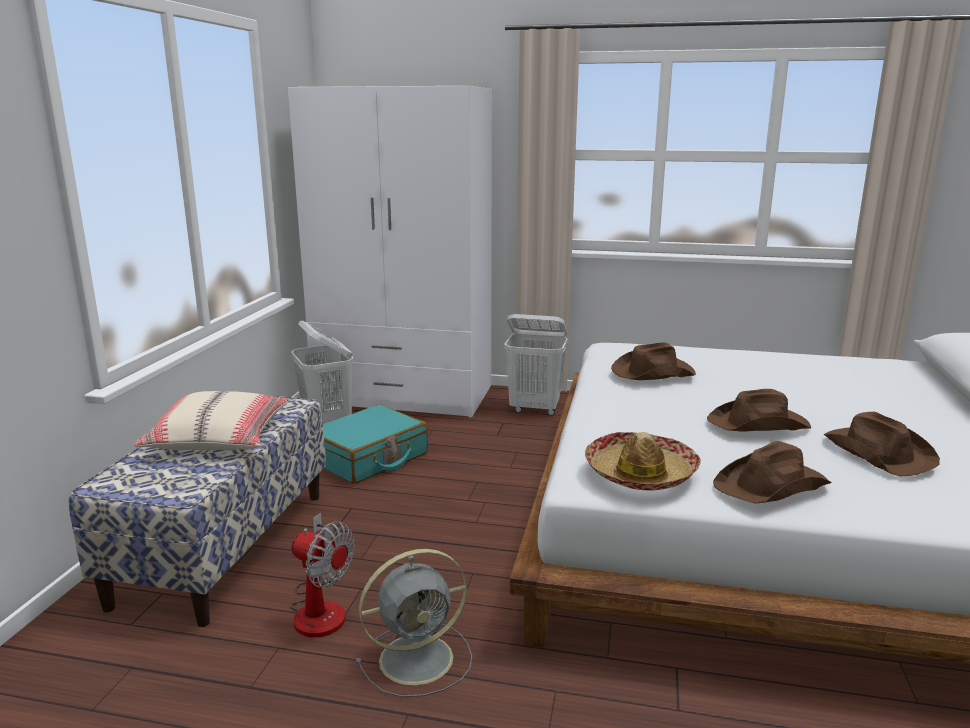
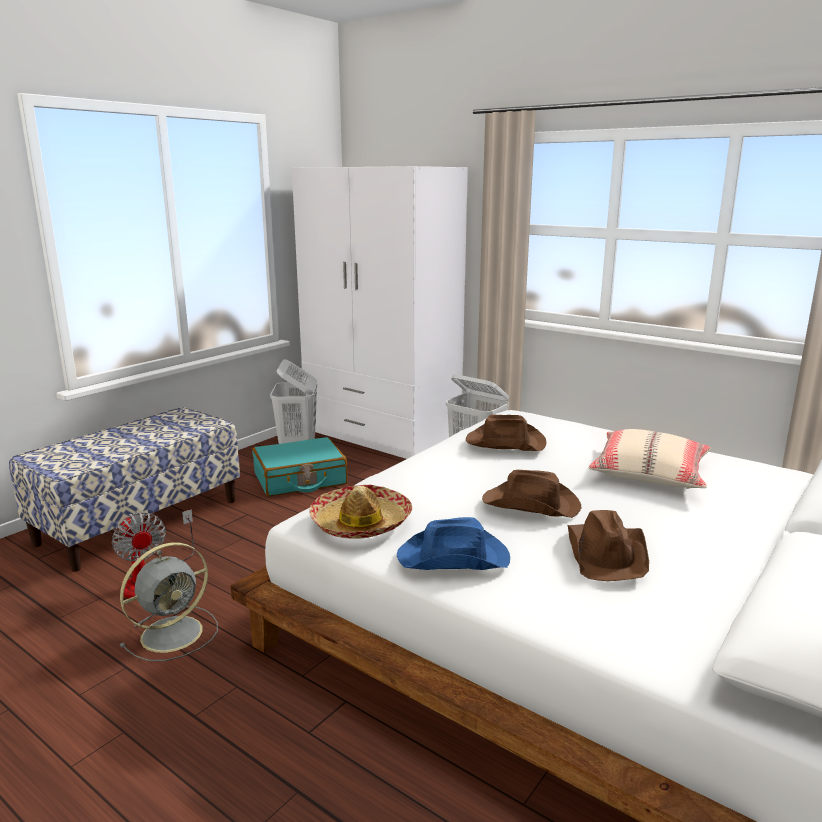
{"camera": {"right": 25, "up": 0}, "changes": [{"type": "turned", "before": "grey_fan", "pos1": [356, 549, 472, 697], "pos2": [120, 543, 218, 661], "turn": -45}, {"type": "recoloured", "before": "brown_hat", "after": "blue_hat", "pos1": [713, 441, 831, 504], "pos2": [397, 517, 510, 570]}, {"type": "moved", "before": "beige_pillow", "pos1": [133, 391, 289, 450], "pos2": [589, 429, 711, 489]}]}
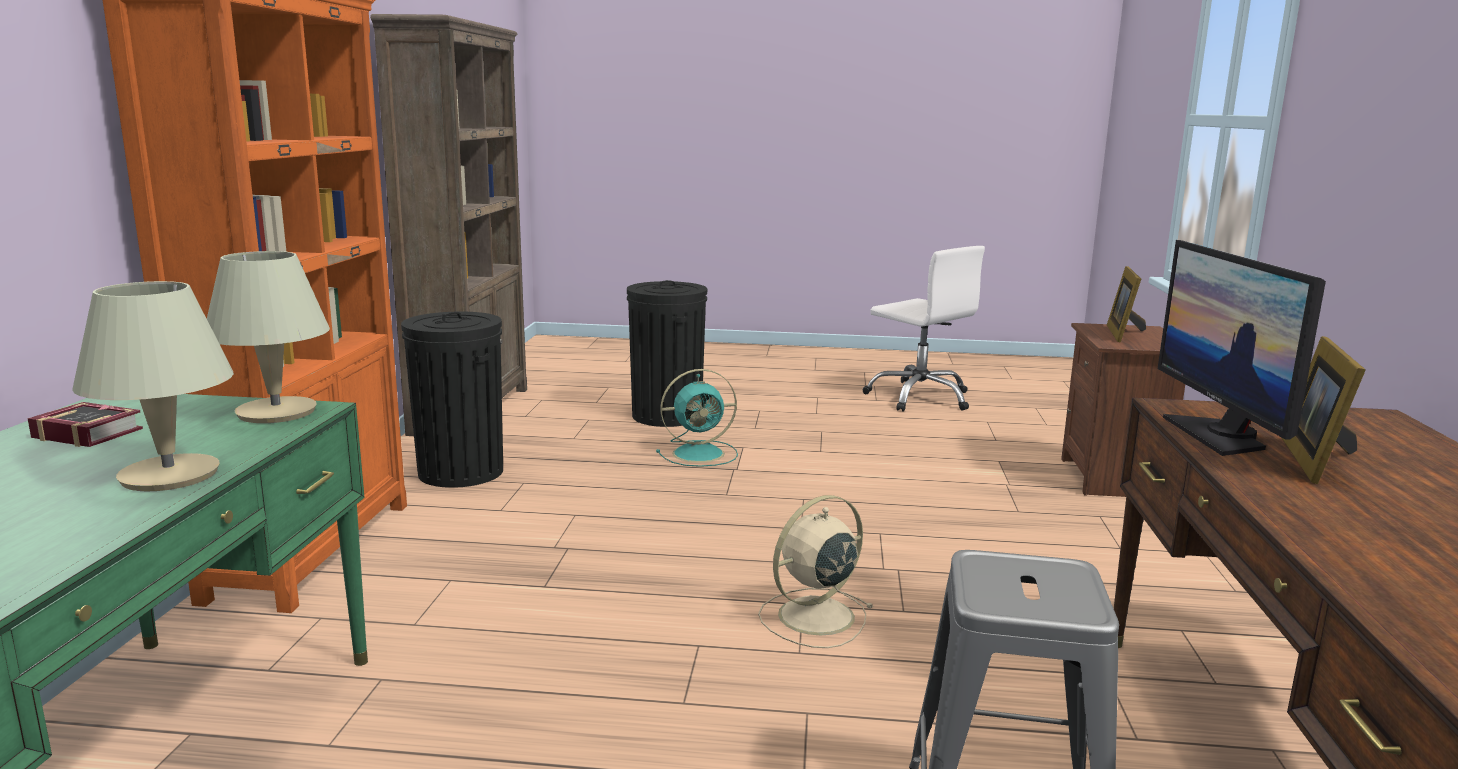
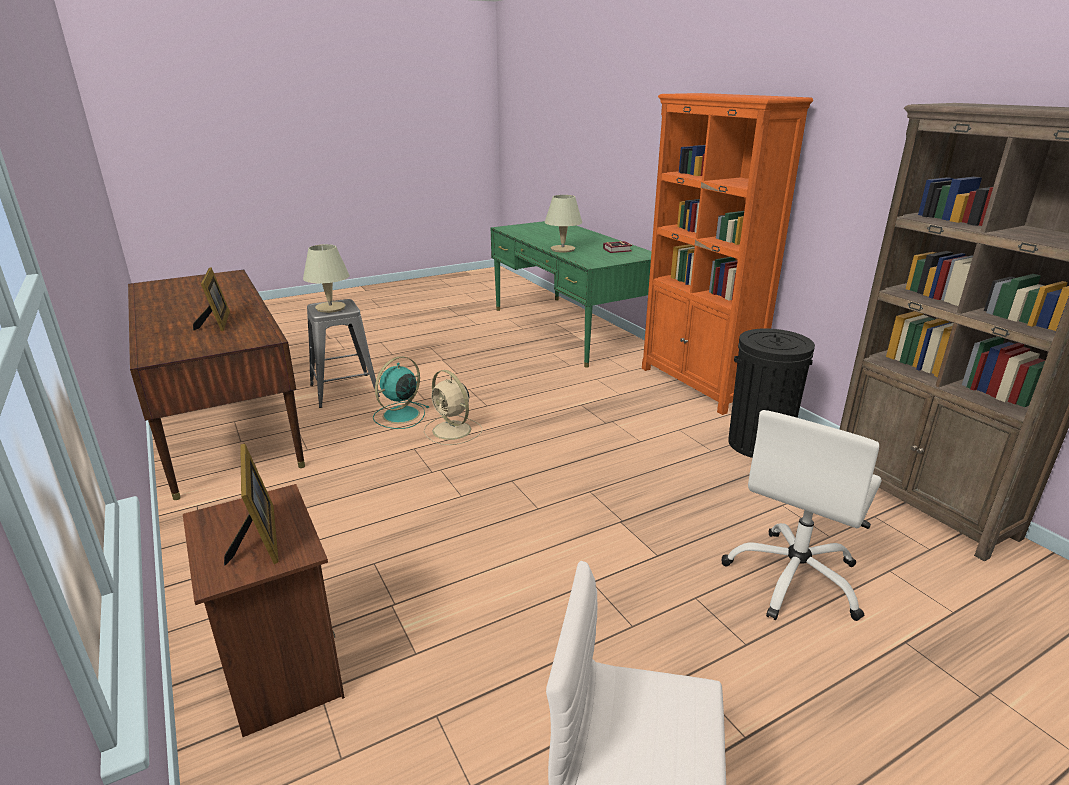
{"camera": {"right": 145, "up": 10}, "changes": [{"type": "moved", "before": "beige_table_lamp", "pos1": [207, 251, 330, 423], "pos2": [303, 244, 350, 313]}, {"type": "moved", "before": "turquoise_fan", "pos1": [656, 369, 738, 467], "pos2": [373, 356, 429, 429]}, {"type": "turned", "before": "beige_fan", "pos1": [758, 495, 874, 648], "pos2": [424, 370, 482, 445], "turn": 120}, {"type": "replaced", "before": "black_trash_can", "after": "white_office_chair", "pos1": [627, 280, 707, 427], "pos2": [721, 410, 882, 621]}, {"type": "removed", "before": "monitor", "pos1": [1158, 240, 1326, 456]}]}
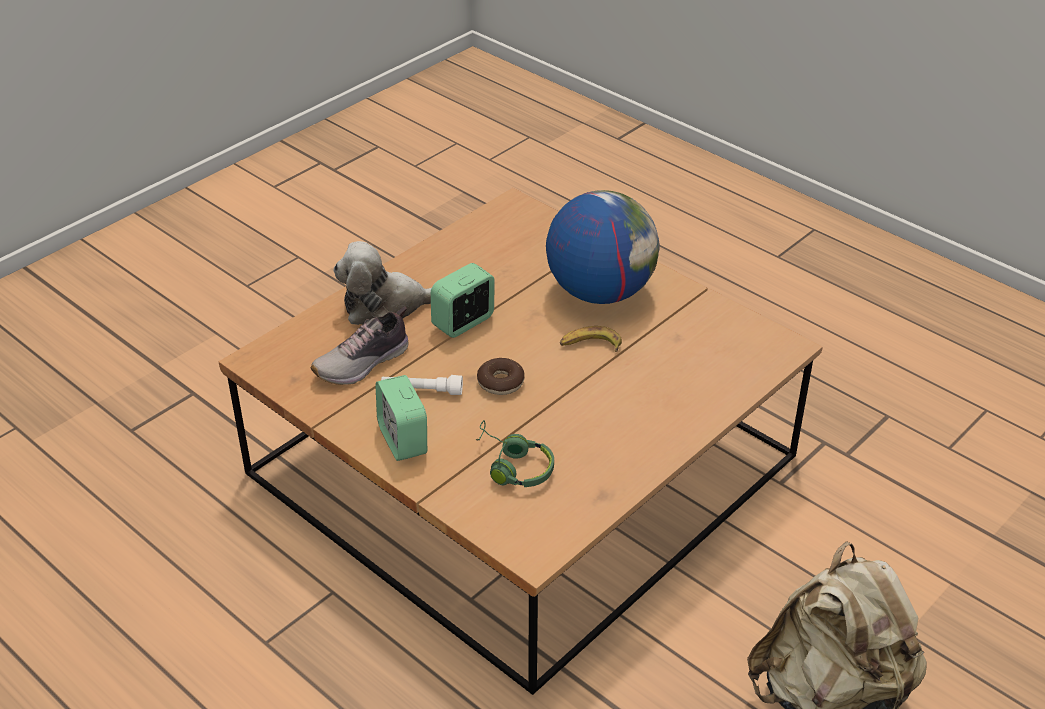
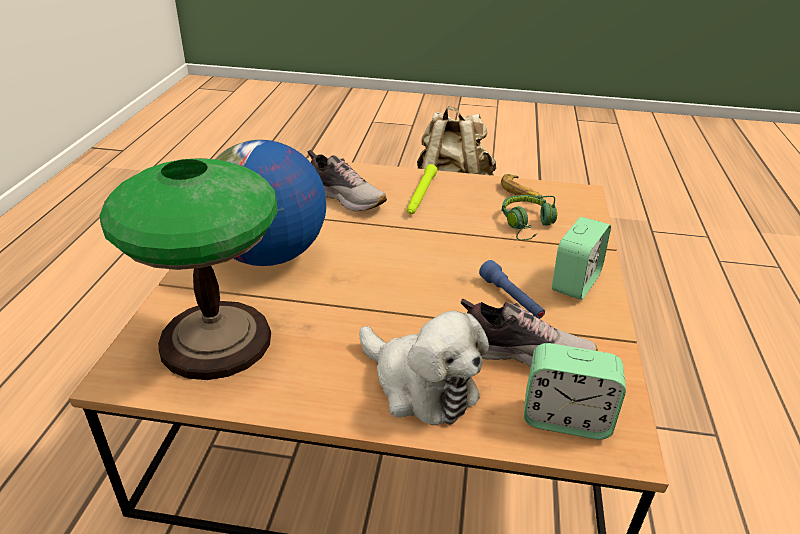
{"camera": {"right": -125, "up": -5}, "changes": [{"type": "added", "after": "table_lamp", "pos2": [100, 158, 278, 380]}, {"type": "added", "after": "shoe", "pos2": [308, 150, 387, 211]}, {"type": "added", "after": "green_flashlight", "pos2": [407, 164, 437, 214]}, {"type": "recoloured", "before": "white_flashlight", "after": "blue_flashlight", "pos1": [381, 375, 463, 395], "pos2": [479, 260, 545, 319]}, {"type": "moved", "before": "banana", "pos1": [560, 326, 622, 352], "pos2": [501, 174, 543, 199]}, {"type": "moved", "before": "alarm_clock", "pos1": [431, 263, 495, 338], "pos2": [524, 343, 626, 440]}, {"type": "removed", "before": "donut", "pos1": [477, 358, 525, 395]}]}
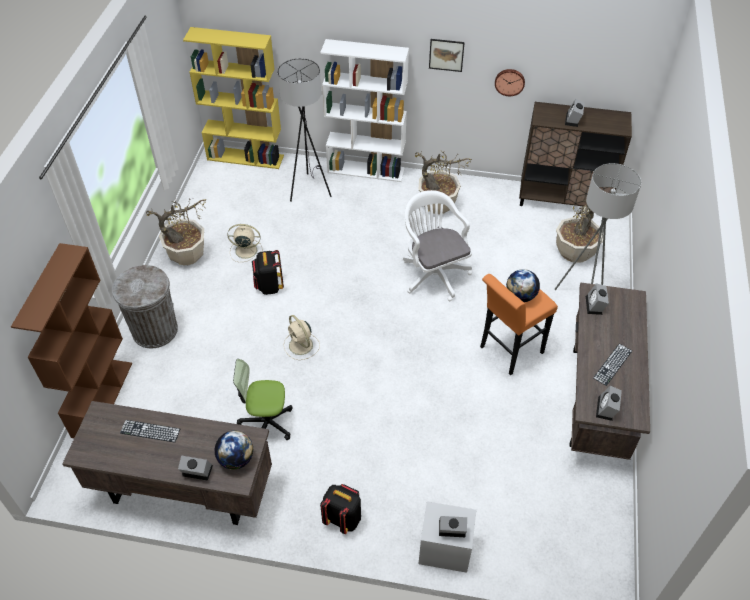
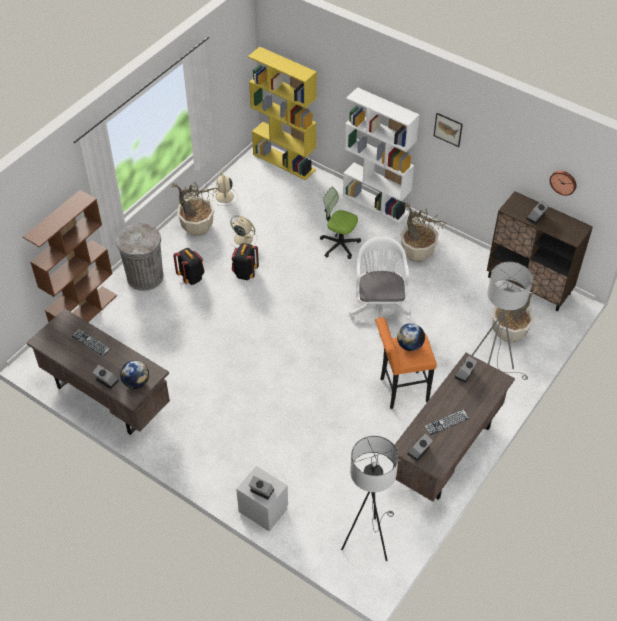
{"camera": {"right": 25, "up": 0}, "changes": [{"type": "moved", "before": "black_backpack", "pos1": [320, 484, 361, 534], "pos2": [173, 248, 205, 285]}, {"type": "moved", "before": "beige_fan", "pos1": [283, 315, 320, 360], "pos2": [212, 171, 238, 206]}, {"type": "moved", "before": "office_chair", "pos1": [233, 359, 293, 440], "pos2": [320, 187, 361, 259]}, {"type": "moved", "before": "grey_floor_lamp", "pos1": [278, 58, 332, 202], "pos2": [341, 436, 399, 561]}, {"type": "moved", "before": "wall_clock", "pos1": [495, 69, 525, 96], "pos2": [549, 171, 577, 196]}]}
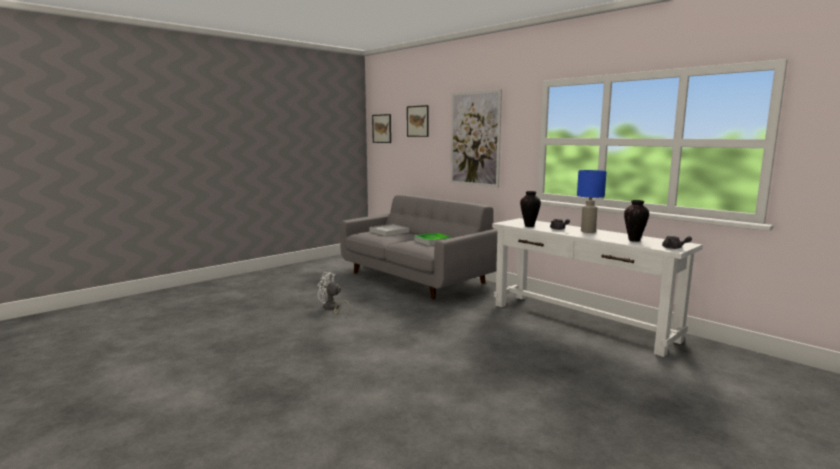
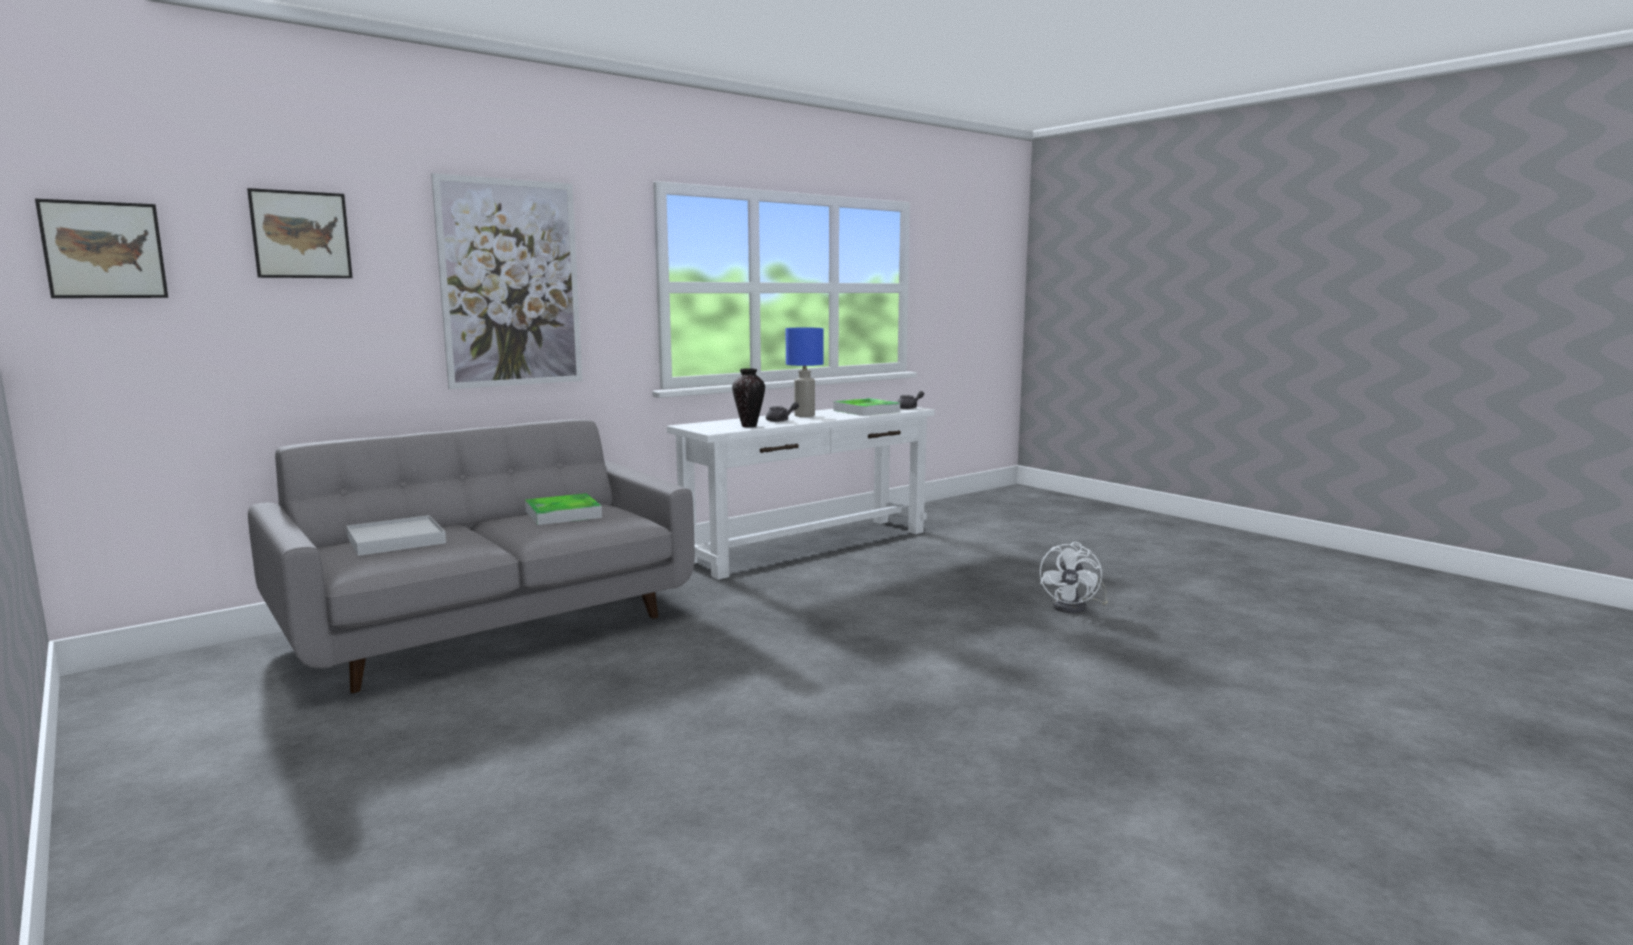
{"camera": {"right": -85, "up": 0}, "changes": [{"type": "replaced", "before": "vase", "after": "tray", "pos1": [624, 200, 649, 242], "pos2": [833, 398, 900, 416]}, {"type": "moved", "before": "white_fan", "pos1": [318, 272, 350, 314], "pos2": [1040, 542, 1108, 613]}]}
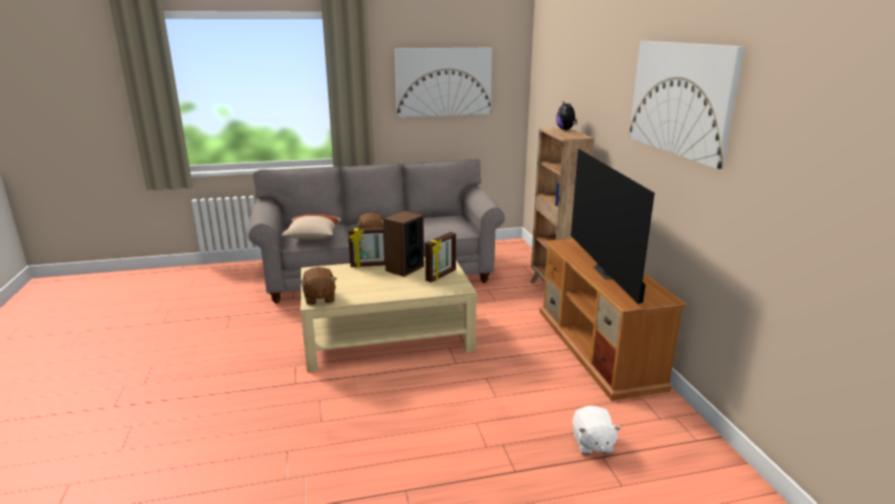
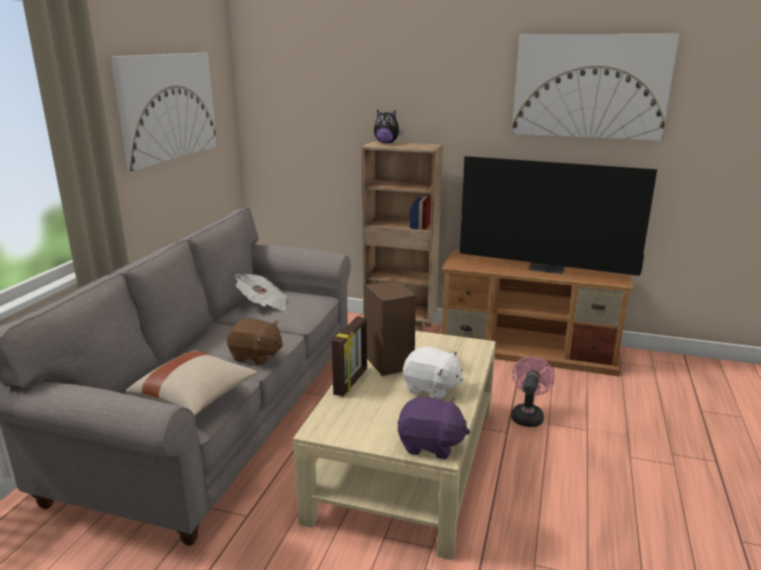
{"camera": {"right": -60, "up": 0}, "changes": [{"type": "added", "after": "newspaper", "pos2": [235, 274, 287, 310]}, {"type": "recoloured", "before": "brown_plush_toy", "after": "purple_plush_toy", "pos1": [300, 267, 337, 305], "pos2": [398, 396, 470, 459]}, {"type": "moved", "before": "white_plush_toy", "pos1": [572, 406, 621, 455], "pos2": [403, 346, 464, 400]}, {"type": "added", "after": "pink_fan", "pos2": [511, 356, 555, 427]}, {"type": "removed", "before": "picture_frame", "pos1": [425, 232, 456, 282]}]}
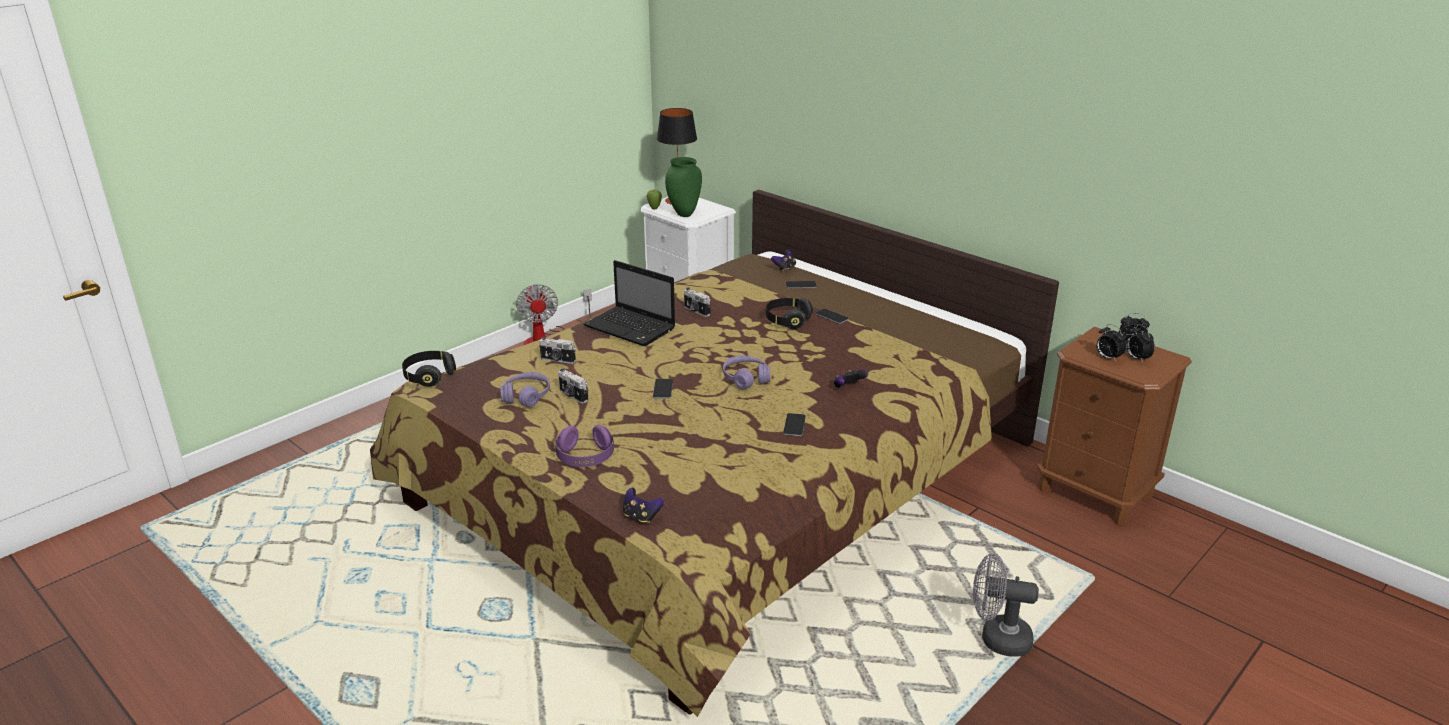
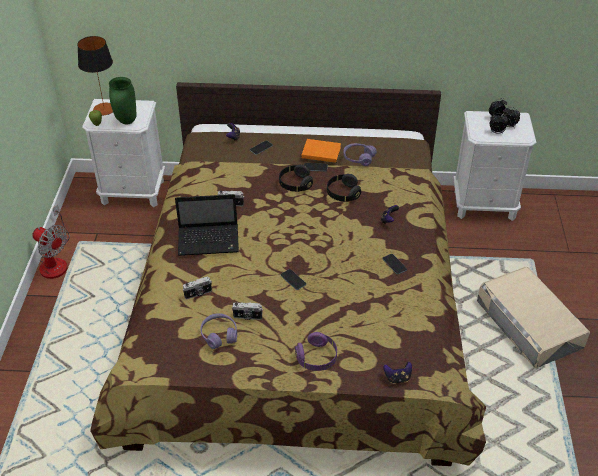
{"camera": {"right": -40, "up": 15}, "changes": [{"type": "added", "after": "orange_book", "pos2": [302, 139, 341, 163]}, {"type": "moved", "before": "black_headphones", "pos1": [402, 351, 456, 387], "pos2": [327, 174, 361, 201]}, {"type": "moved", "before": "purple_headphones", "pos1": [723, 356, 770, 389], "pos2": [343, 143, 377, 166]}, {"type": "recoloured", "before": "brown_nightstand", "after": "white_nightstand", "pos1": [1037, 327, 1192, 525], "pos2": [453, 111, 536, 221]}, {"type": "replaced", "before": "grey_fan", "after": "beige_storage_box", "pos1": [973, 553, 1039, 657], "pos2": [477, 266, 590, 368]}]}
